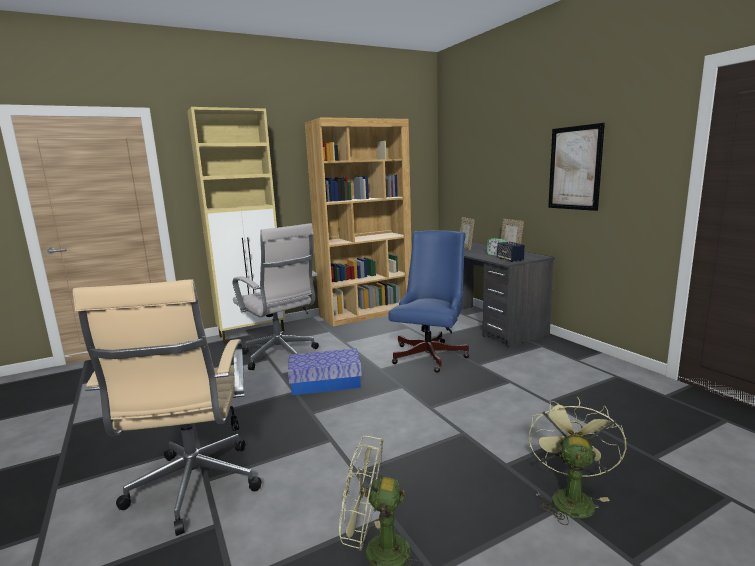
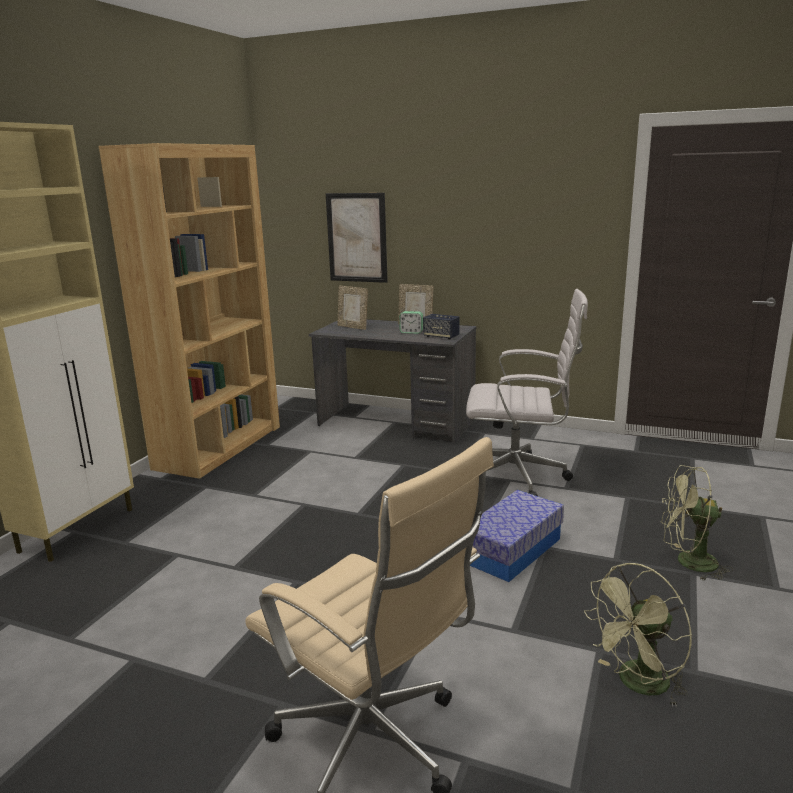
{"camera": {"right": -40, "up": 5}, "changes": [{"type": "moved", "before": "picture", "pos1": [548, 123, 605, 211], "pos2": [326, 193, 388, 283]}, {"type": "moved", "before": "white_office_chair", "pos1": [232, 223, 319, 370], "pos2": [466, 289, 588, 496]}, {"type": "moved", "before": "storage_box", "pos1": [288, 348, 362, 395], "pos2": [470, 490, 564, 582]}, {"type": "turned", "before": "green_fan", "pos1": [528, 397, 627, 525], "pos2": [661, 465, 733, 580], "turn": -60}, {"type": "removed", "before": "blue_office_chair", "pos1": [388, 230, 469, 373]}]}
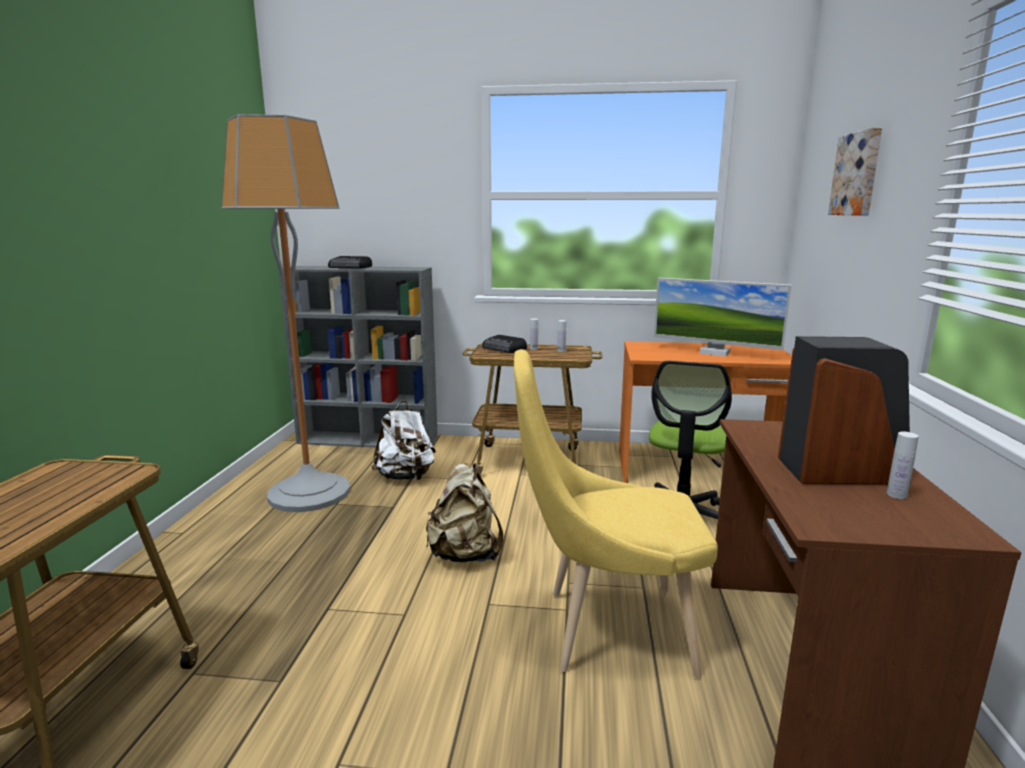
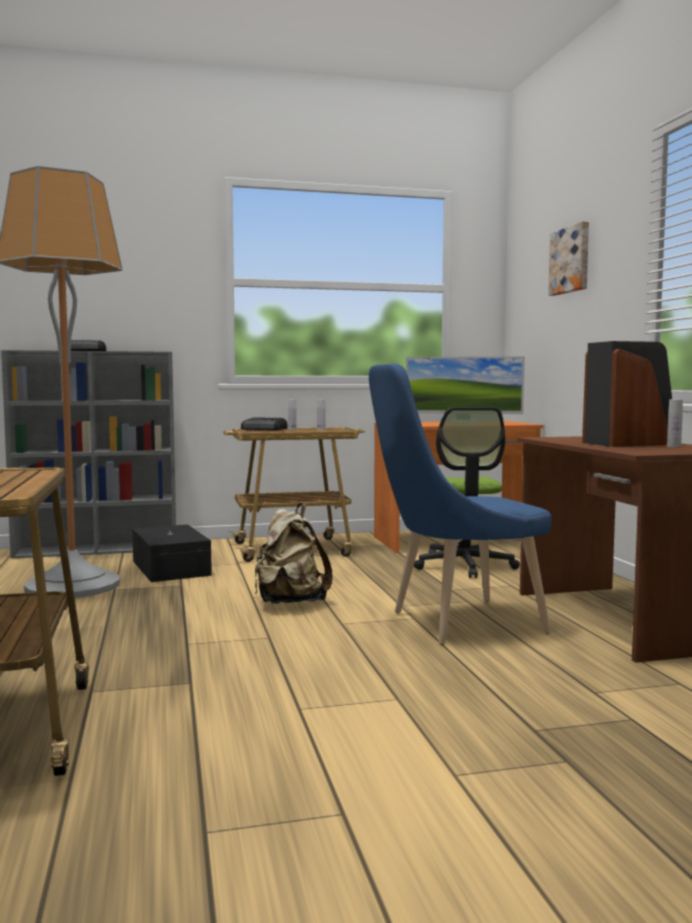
{"camera": {"right": -20, "up": -10}, "changes": [{"type": "replaced", "before": "white_backpack", "after": "black_storage_box", "pos1": [371, 401, 436, 480], "pos2": [132, 524, 212, 582]}, {"type": "recoloured", "before": "yellow_chair", "after": "blue_chair", "pos1": [514, 349, 718, 678], "pos2": [369, 364, 551, 645]}]}
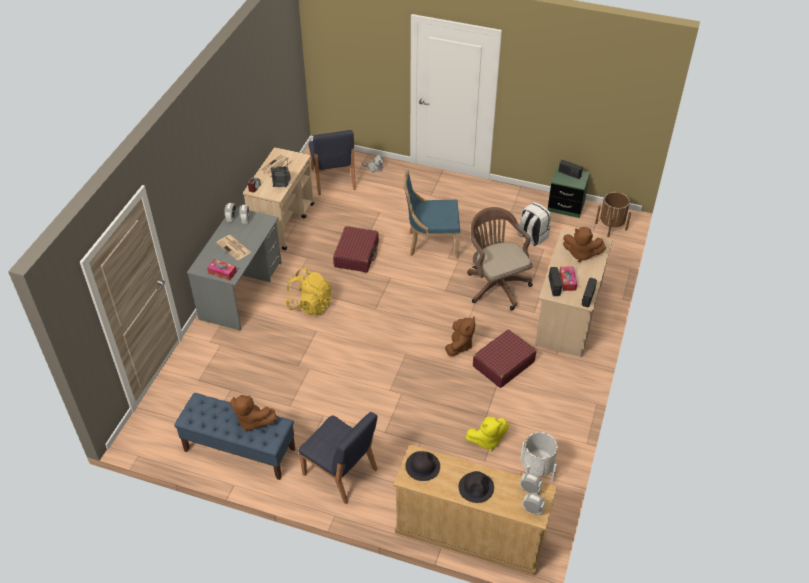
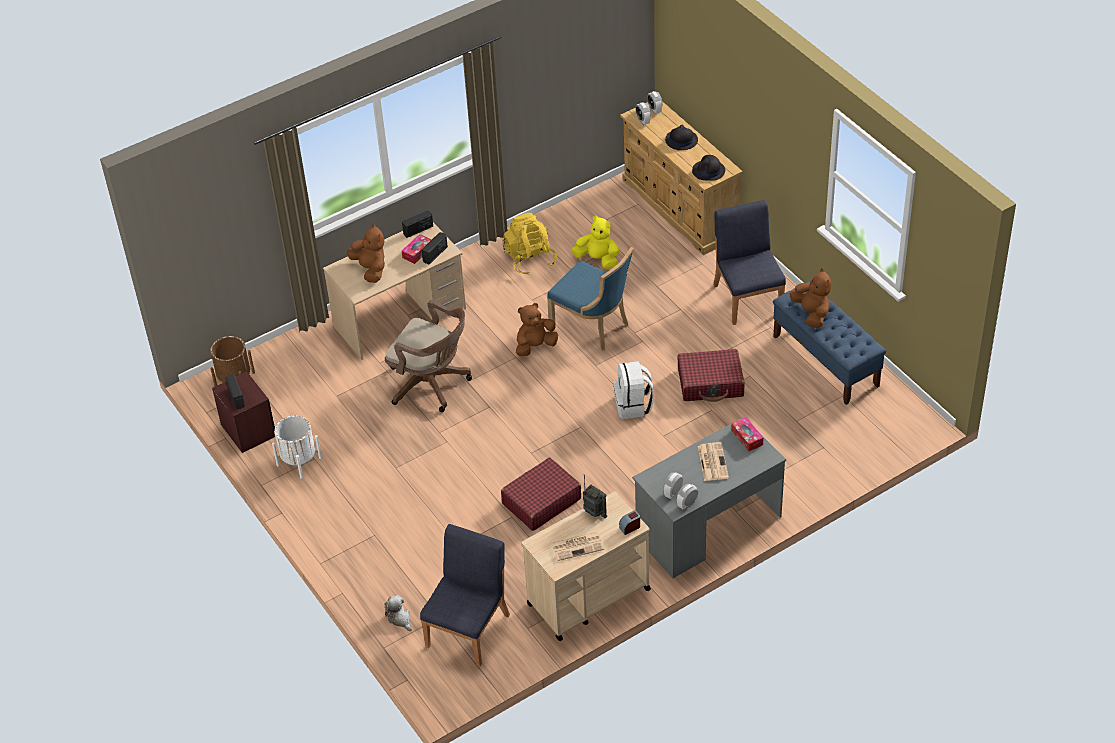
{"camera": {"right": -140, "up": 0}, "changes": [{"type": "recoloured", "before": "green_nightstand", "after": "brown_nightstand", "pos1": [548, 166, 590, 218], "pos2": [212, 372, 275, 453]}, {"type": "moved", "before": "white_planter", "pos1": [520, 432, 558, 482], "pos2": [272, 415, 322, 479]}, {"type": "turned", "before": "brown_office_chair", "pos1": [467, 207, 533, 310], "pos2": [385, 300, 472, 412], "turn": -75}, {"type": "moved", "before": "yellow_backpack", "pos1": [285, 268, 332, 316], "pos2": [502, 213, 557, 275]}, {"type": "moved", "before": "blue_chair", "pos1": [403, 170, 460, 259], "pos2": [547, 247, 634, 351]}, {"type": "moved", "before": "white_backpack", "pos1": [517, 202, 551, 246], "pos2": [613, 361, 654, 419]}, {"type": "moved", "before": "red_suitcase", "pos1": [473, 330, 536, 388], "pos2": [677, 349, 745, 402]}]}
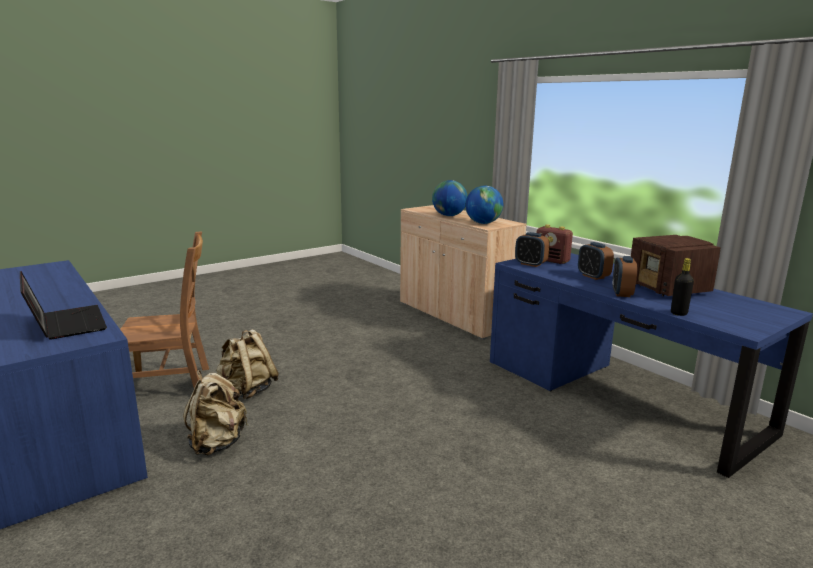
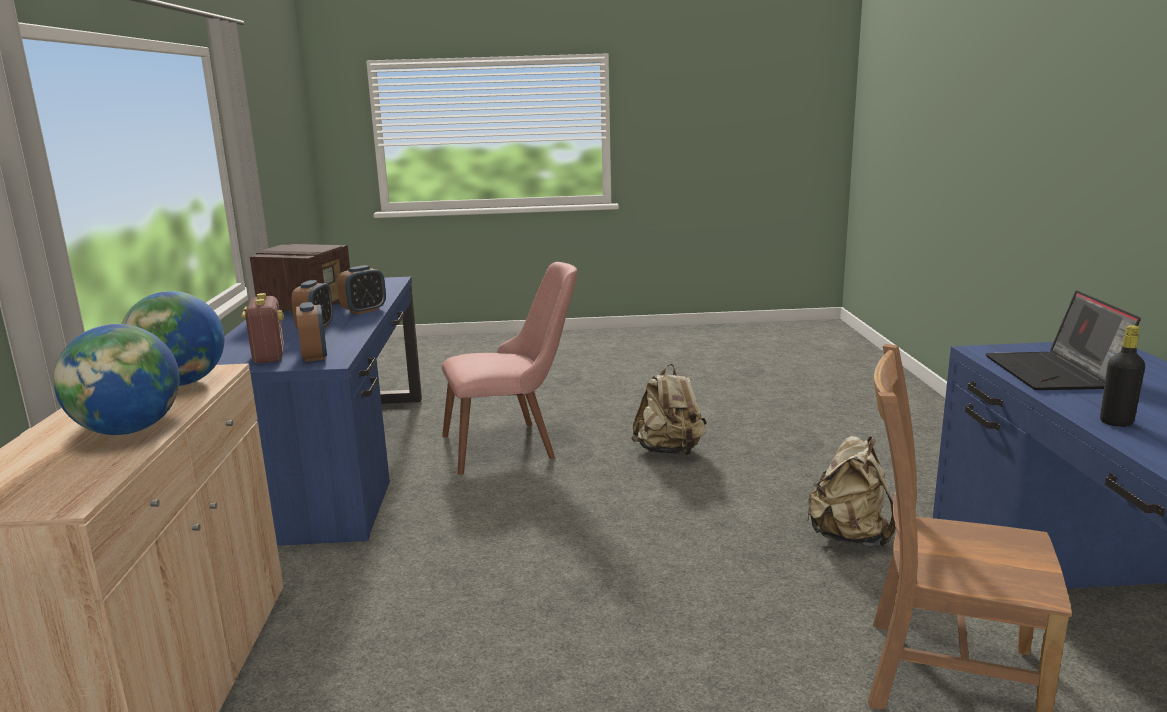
{"camera": {"right": -145, "up": 0}, "changes": [{"type": "added", "after": "pink_chair", "pos2": [442, 262, 577, 475]}, {"type": "moved", "before": "beige_backpack", "pos1": [216, 329, 279, 399], "pos2": [631, 364, 707, 455]}, {"type": "moved", "before": "black_bottle", "pos1": [671, 258, 694, 316], "pos2": [1100, 325, 1145, 427]}]}
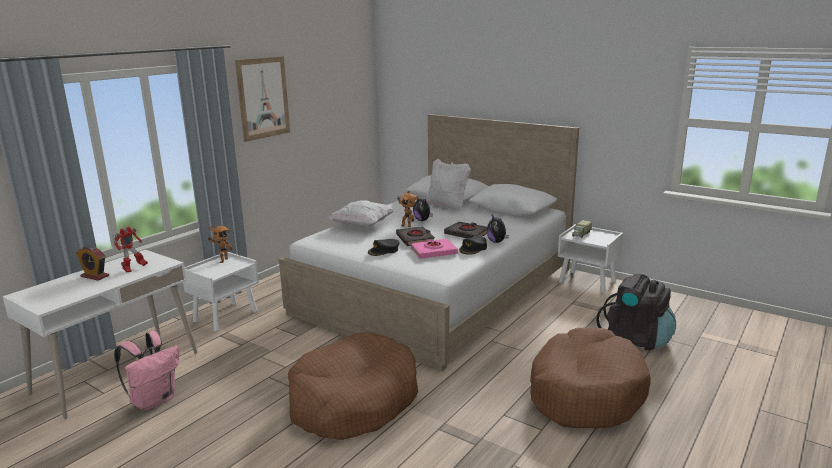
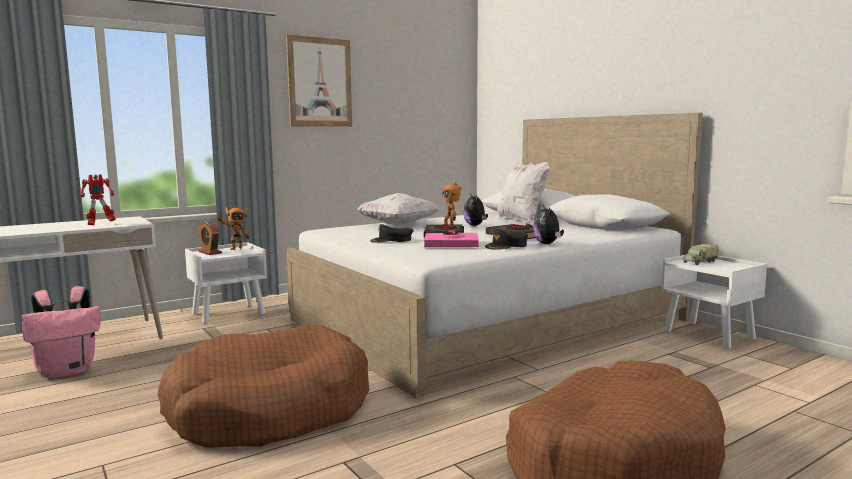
{"camera": {"right": 20, "up": -10}, "changes": [{"type": "moved", "before": "alarm_clock", "pos1": [76, 245, 109, 281], "pos2": [198, 222, 222, 255]}, {"type": "removed", "before": "black_backpack", "pos1": [596, 274, 676, 350]}]}
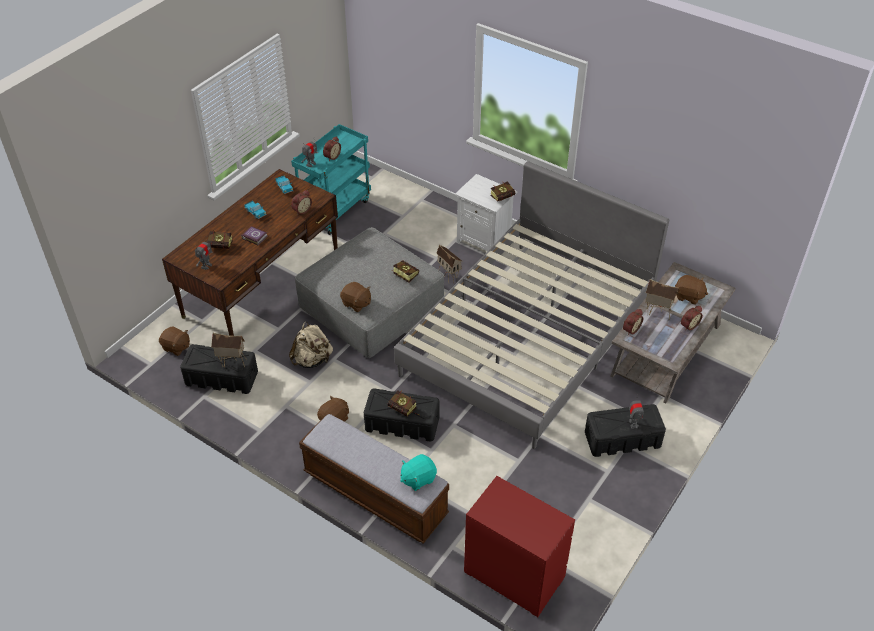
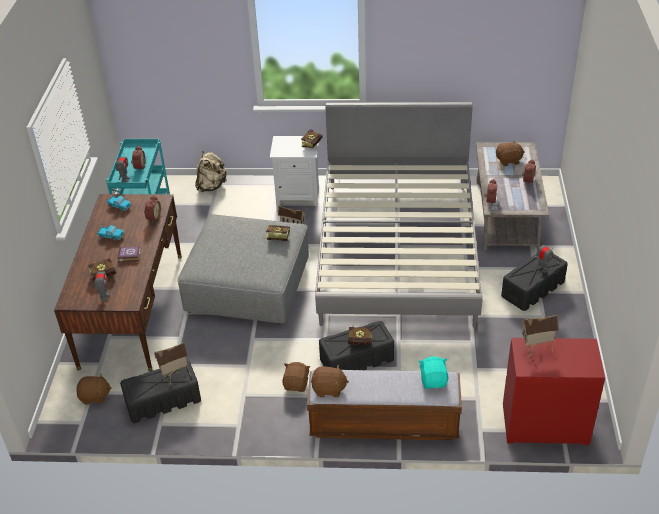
{"camera": {"right": -30, "up": -5}, "changes": [{"type": "moved", "before": "beige_backpack", "pos1": [289, 322, 333, 368], "pos2": [195, 151, 227, 192]}, {"type": "moved", "before": "brown_plush_toy", "pos1": [340, 282, 371, 312], "pos2": [311, 365, 349, 397]}, {"type": "turned", "before": "turquoise_plush_toy", "pos1": [400, 454, 437, 491], "pos2": [419, 356, 448, 389], "turn": 150}, {"type": "moved", "before": "toy_house", "pos1": [646, 279, 679, 320], "pos2": [521, 315, 559, 357]}]}
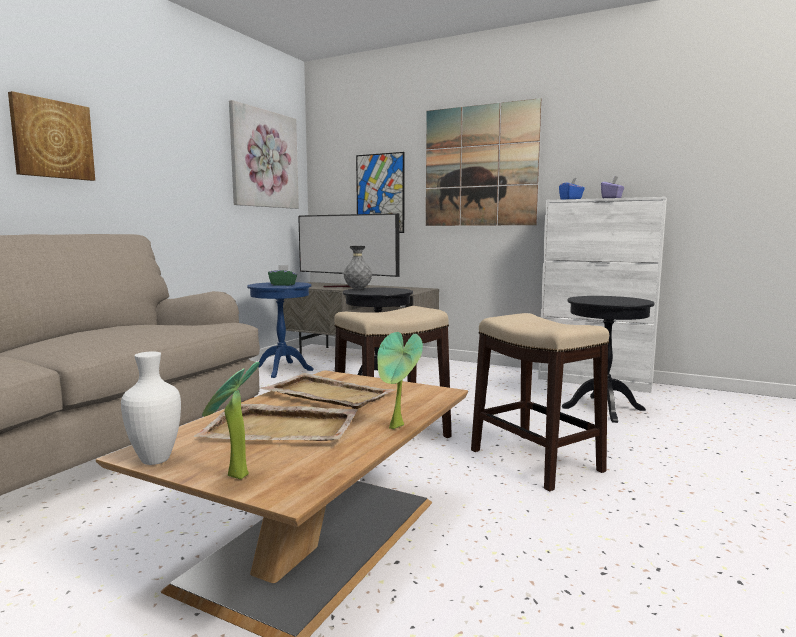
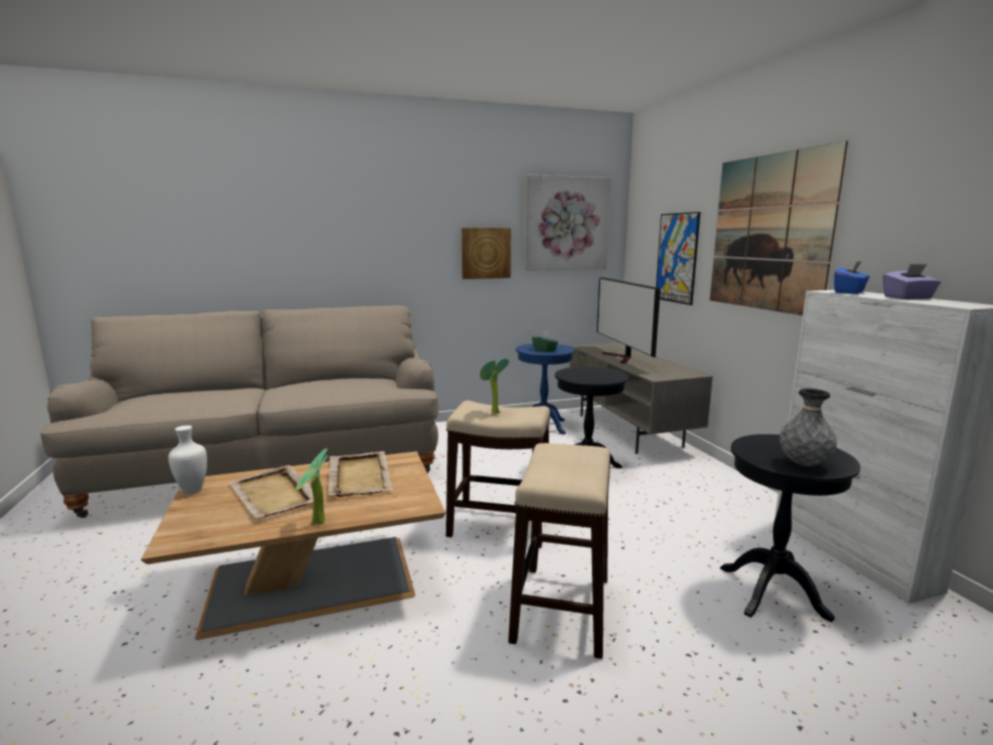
{"camera": {"right": 45, "up": 5}, "changes": [{"type": "moved", "before": "picture", "pos1": [8, 91, 95, 181], "pos2": [462, 228, 511, 279]}, {"type": "moved", "before": "potted_plant", "pos1": [202, 362, 260, 479], "pos2": [480, 358, 509, 414]}, {"type": "moved", "before": "grey_vase", "pos1": [344, 246, 372, 290], "pos2": [780, 388, 837, 466]}]}
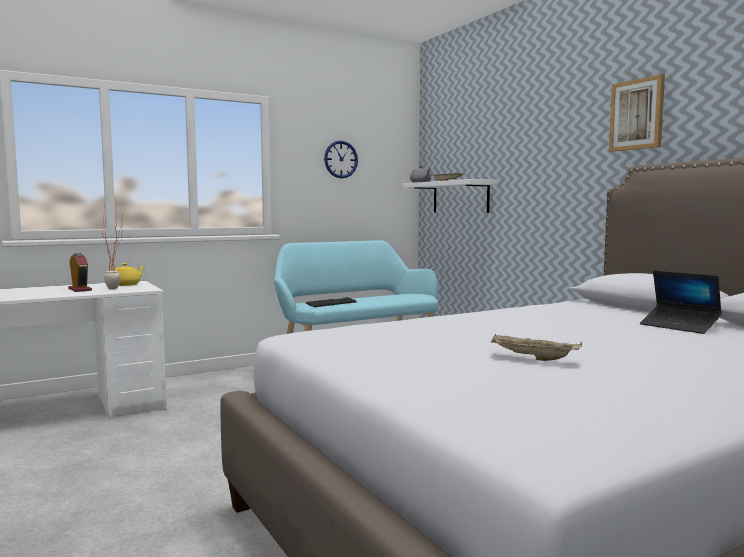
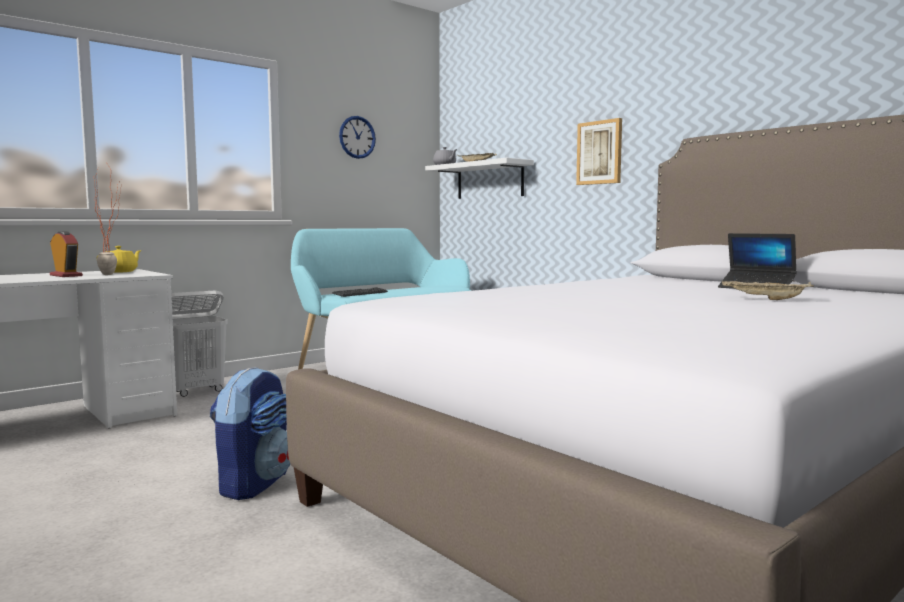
{"camera": {"right": -10, "up": 0}, "changes": [{"type": "added", "after": "white_laundry_basket", "pos2": [171, 290, 228, 397]}, {"type": "added", "after": "backpack", "pos2": [210, 367, 291, 500]}, {"type": "moved", "before": "picture", "pos1": [609, 74, 665, 152], "pos2": [576, 118, 622, 185]}, {"type": "moved", "before": "beige_tray", "pos1": [491, 334, 582, 361], "pos2": [722, 281, 814, 300]}]}
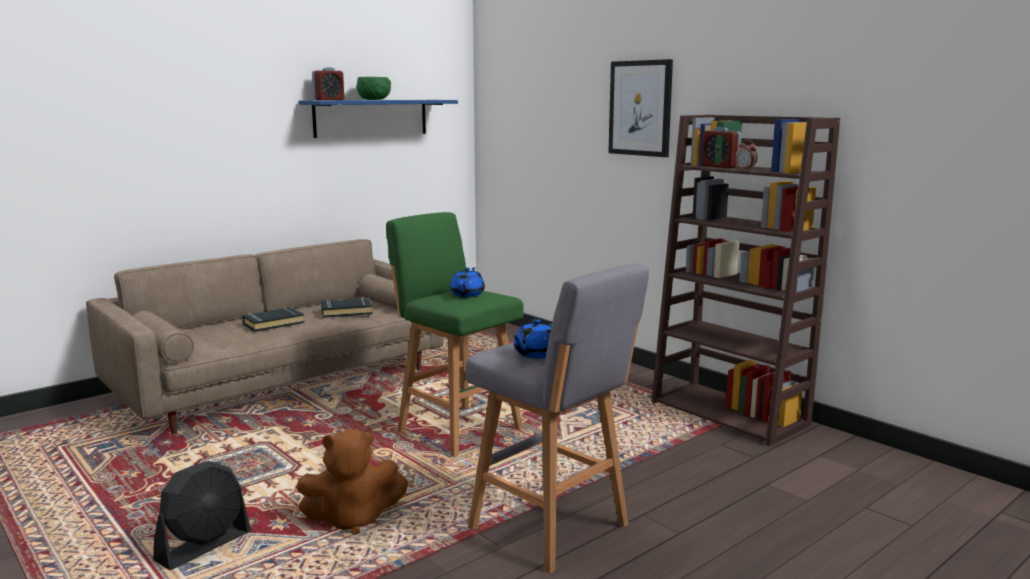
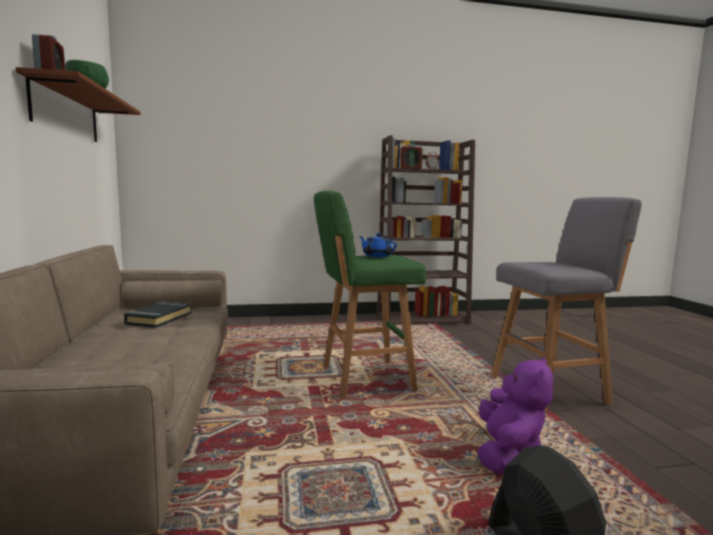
{"camera": {"right": -60, "up": -5}, "changes": [{"type": "recoloured", "before": "blue_shelf", "after": "brown_shelf", "pos1": [299, 100, 458, 138], "pos2": [15, 67, 141, 142]}, {"type": "recoloured", "before": "brown_plush_toy", "after": "purple_plush_toy", "pos1": [296, 429, 408, 535], "pos2": [477, 356, 553, 474]}, {"type": "removed", "before": "black_book", "pos1": [242, 307, 305, 332]}, {"type": "removed", "before": "blue_teapot", "pos1": [513, 319, 552, 358]}, {"type": "removed", "before": "picture", "pos1": [608, 59, 673, 157]}]}
